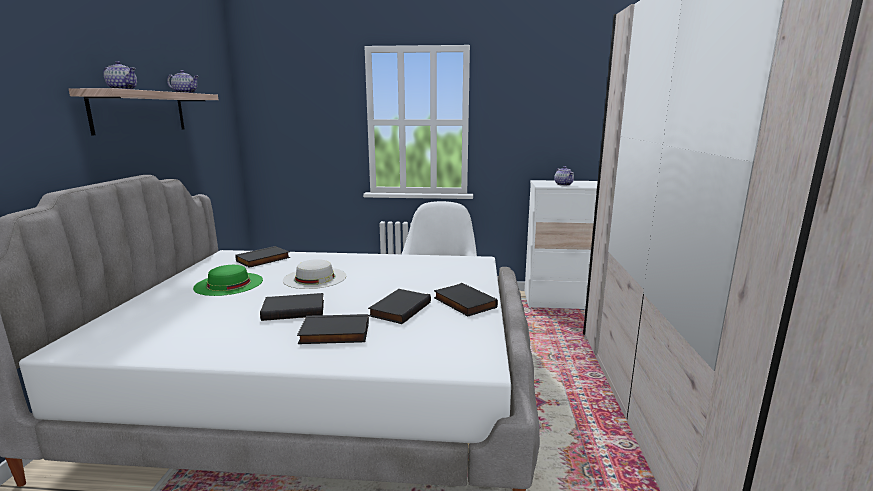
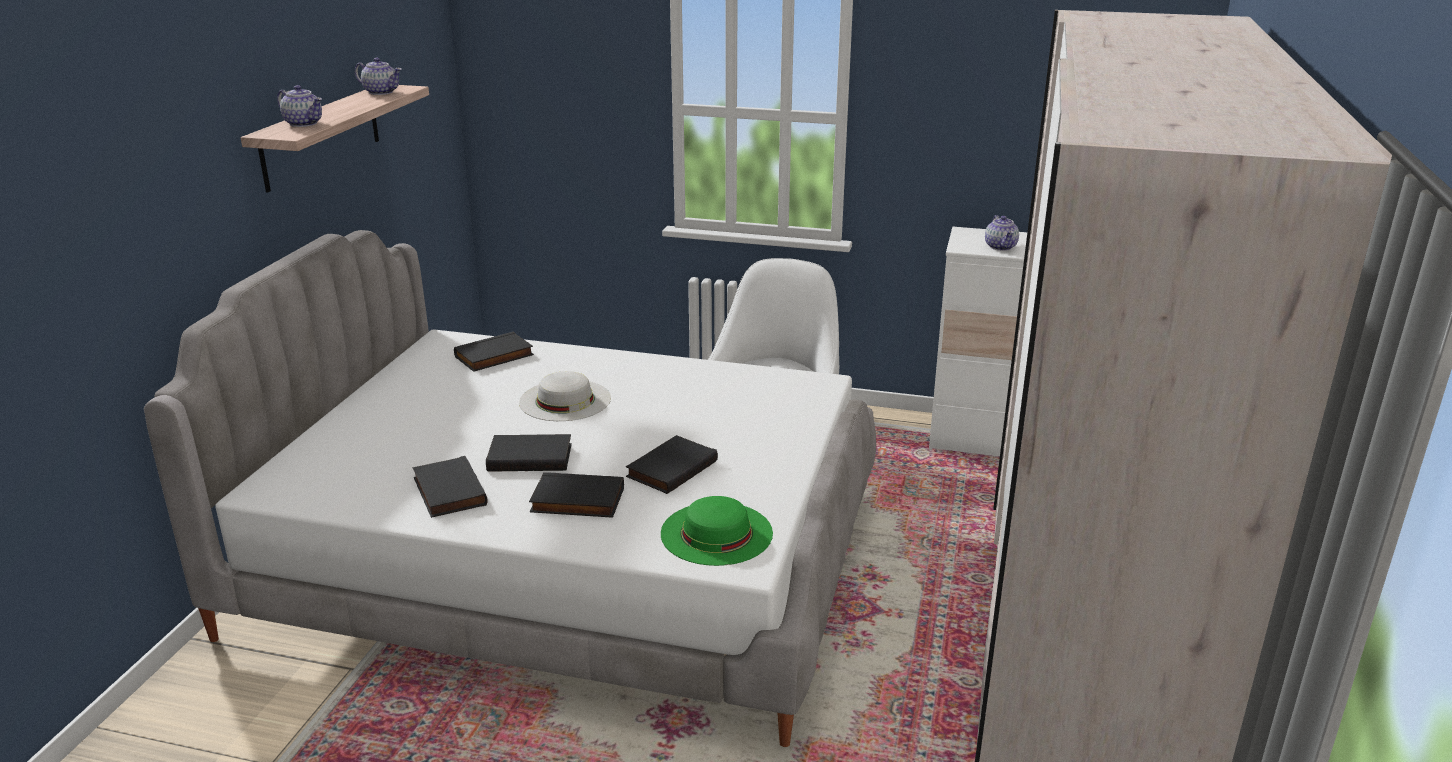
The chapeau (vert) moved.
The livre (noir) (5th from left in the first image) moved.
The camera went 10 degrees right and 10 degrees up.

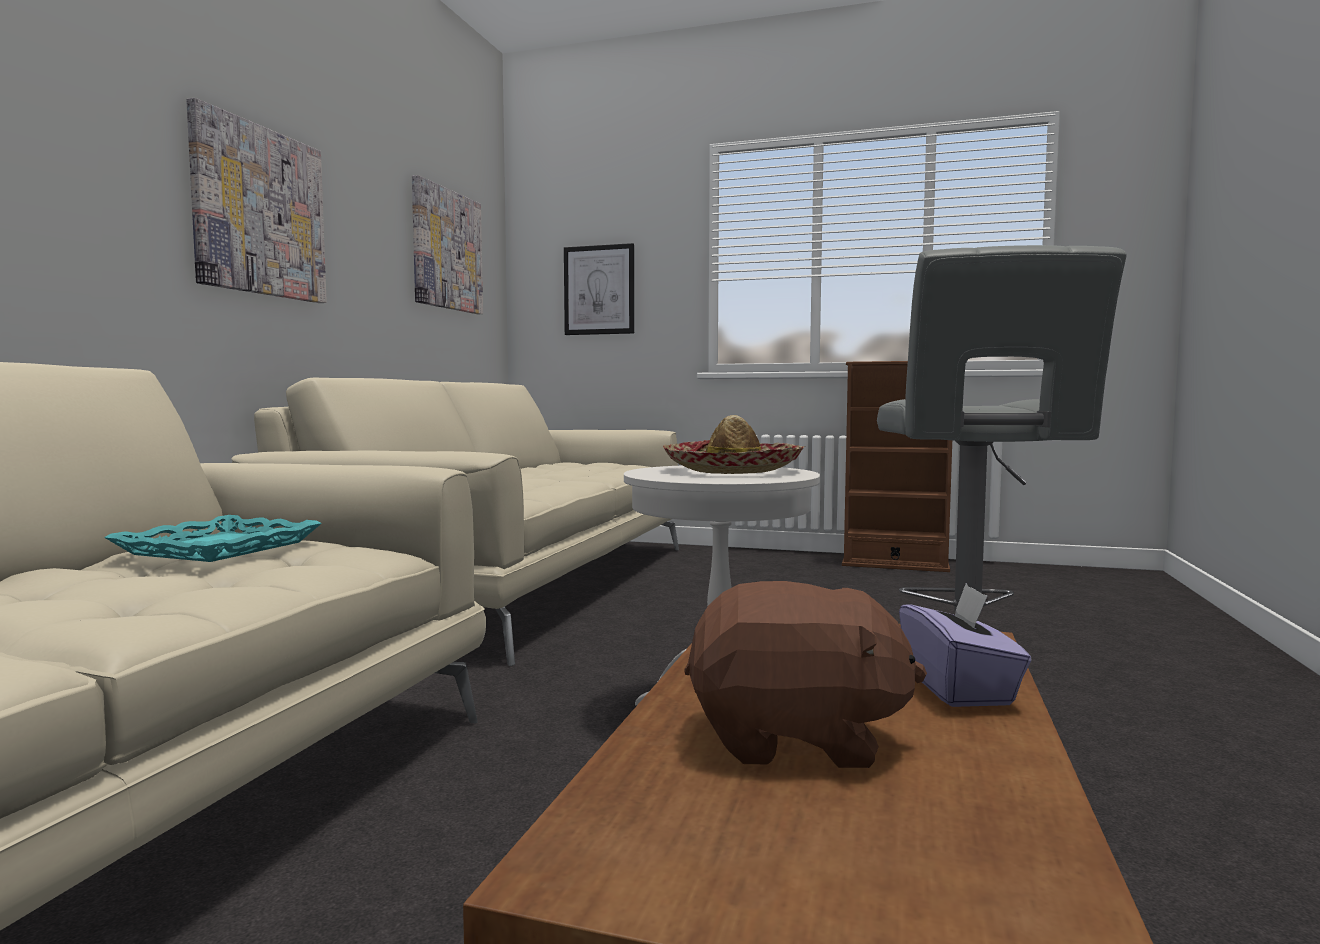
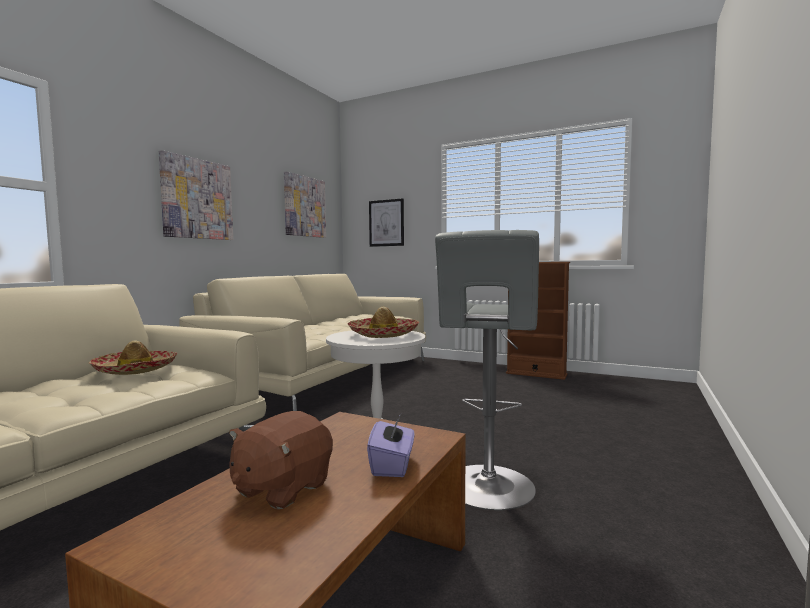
The plateau (turquoise) was replaced by the chapeau (1st from left).
The peluche (marron) turned 105 degrees clockwise.
The camera went 10 degrees right and 0 degrees up.

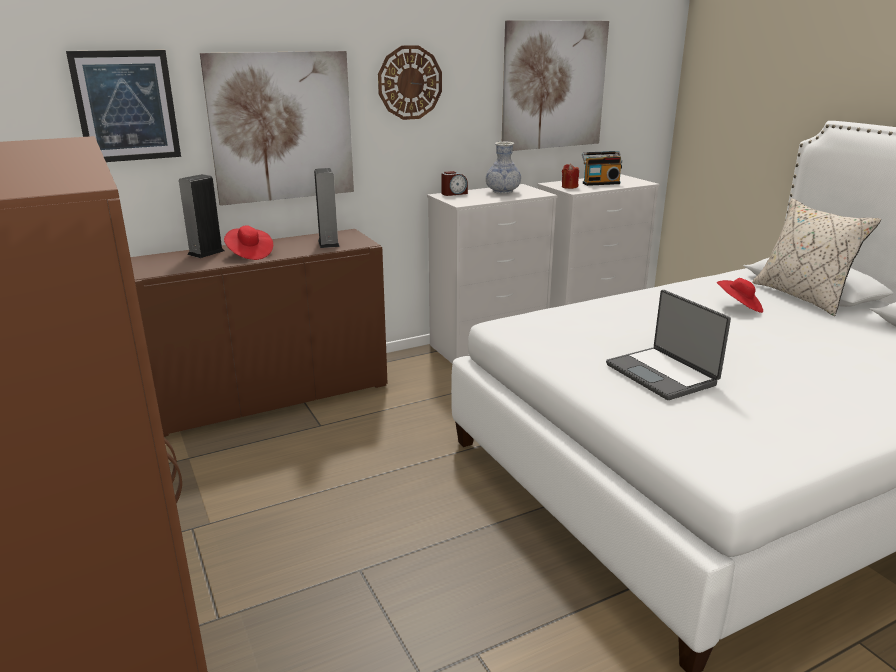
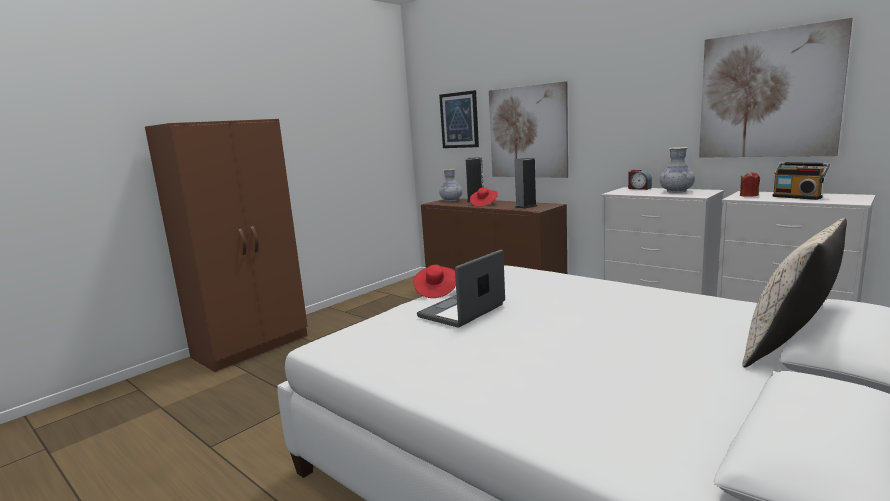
The horloge murale disappeared.
The vase (1st from left) appeared.
The chapeau (rouge) (2nd from left in the first image) moved.
The camera went 70 degrees right and 10 degrees down.

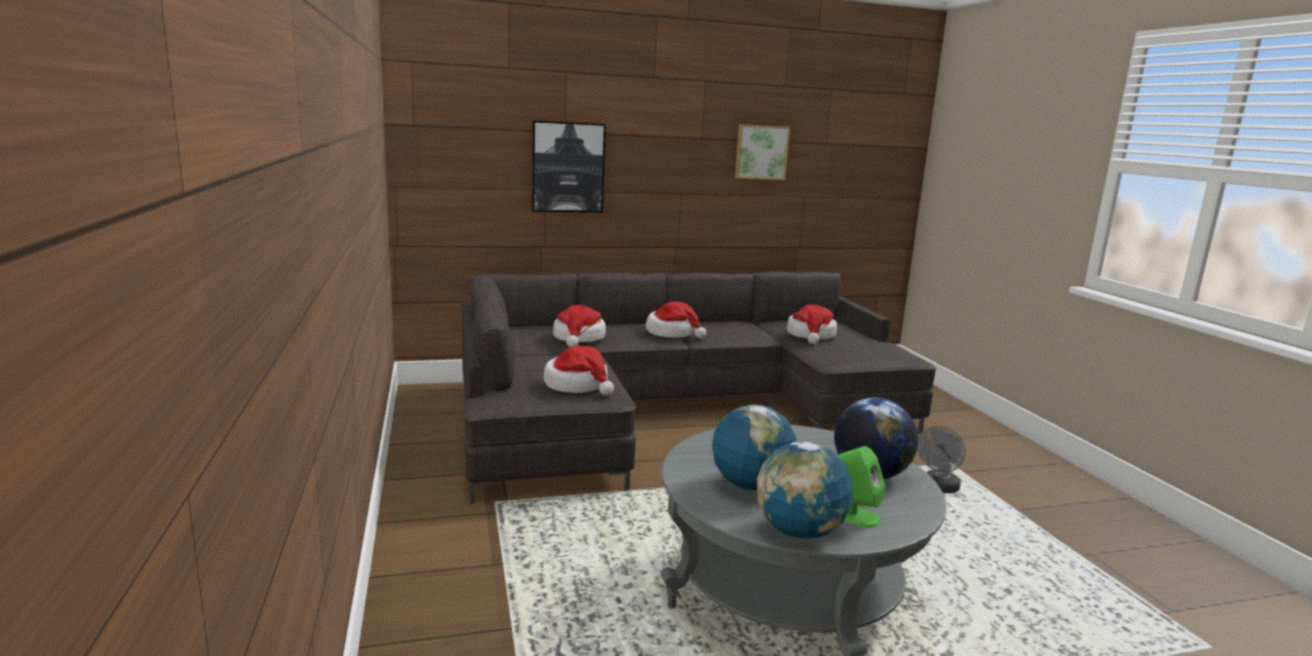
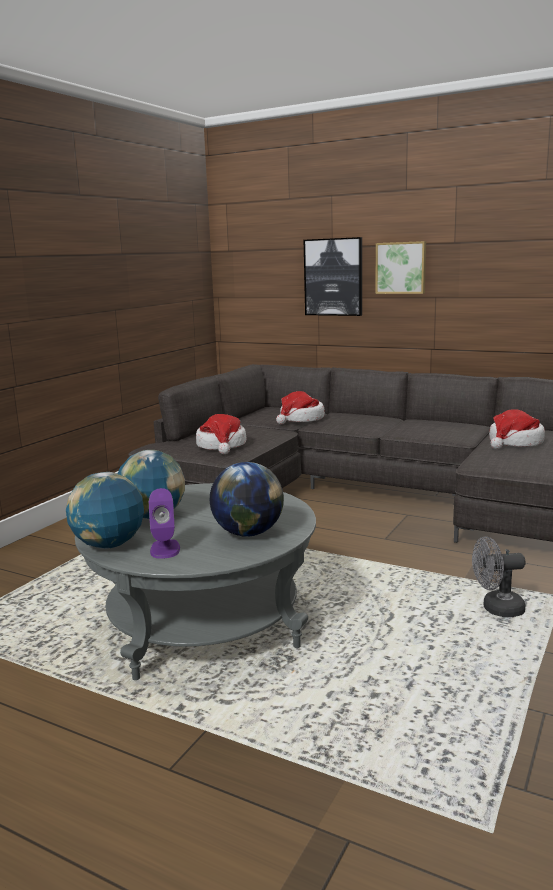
The chapeau (3rd from left) disappeared.
The tableau (2nd from left) moved.
The enceinte (vert) became the enceinte (violet).
The camera went 45 degrees right and 0 degrees up.

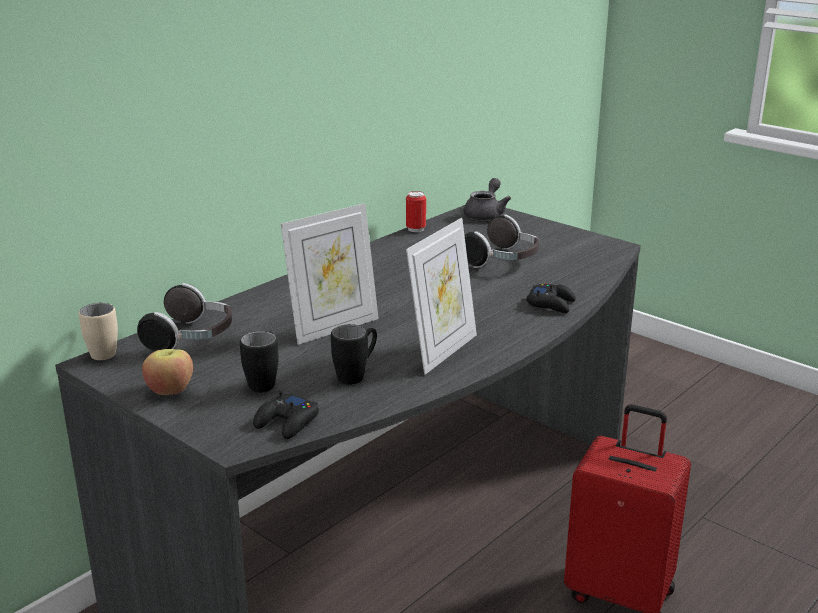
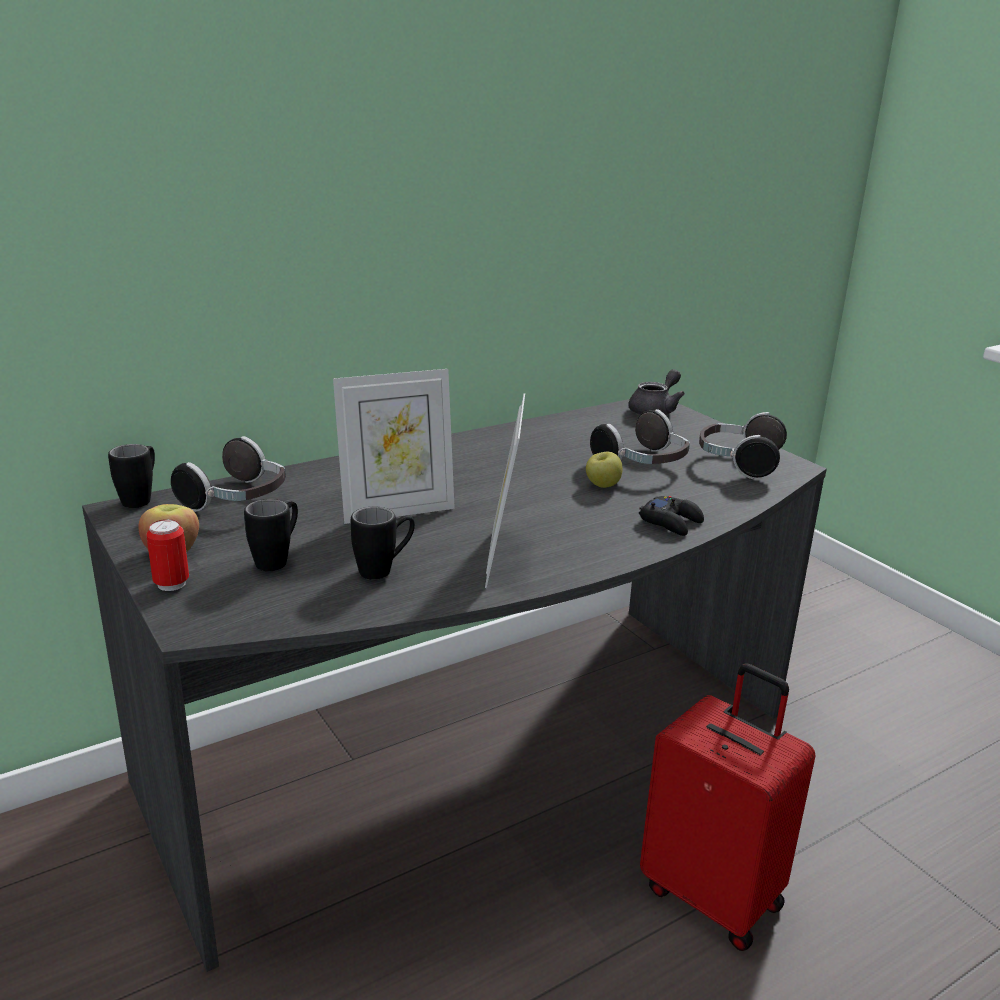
The manette (noir) (1st from left) disappeared.
The pomme (2nd from left) appeared.
The casque audio (3rd from left) appeared.
The boîte métallique moved.
The mug (beige) became the mug (noir) (1st from left).
The cadre photo (2nd from left) turned 135 degrees clockwise.
The camera went 15 degrees right and 0 degrees up.

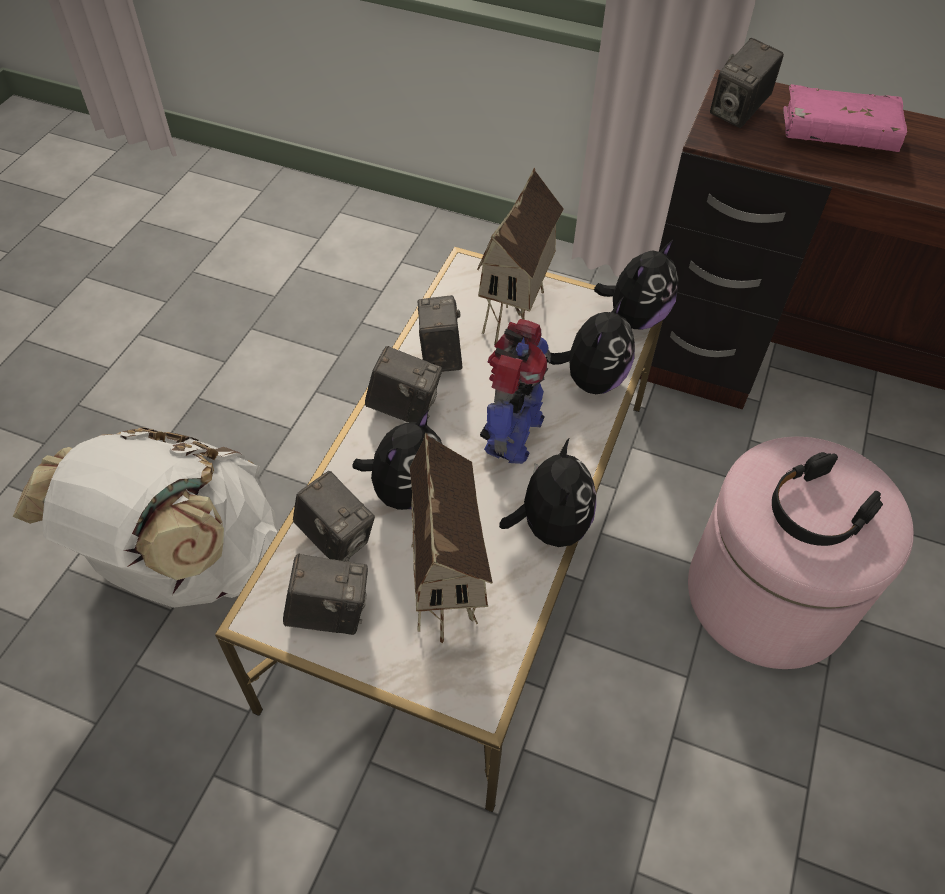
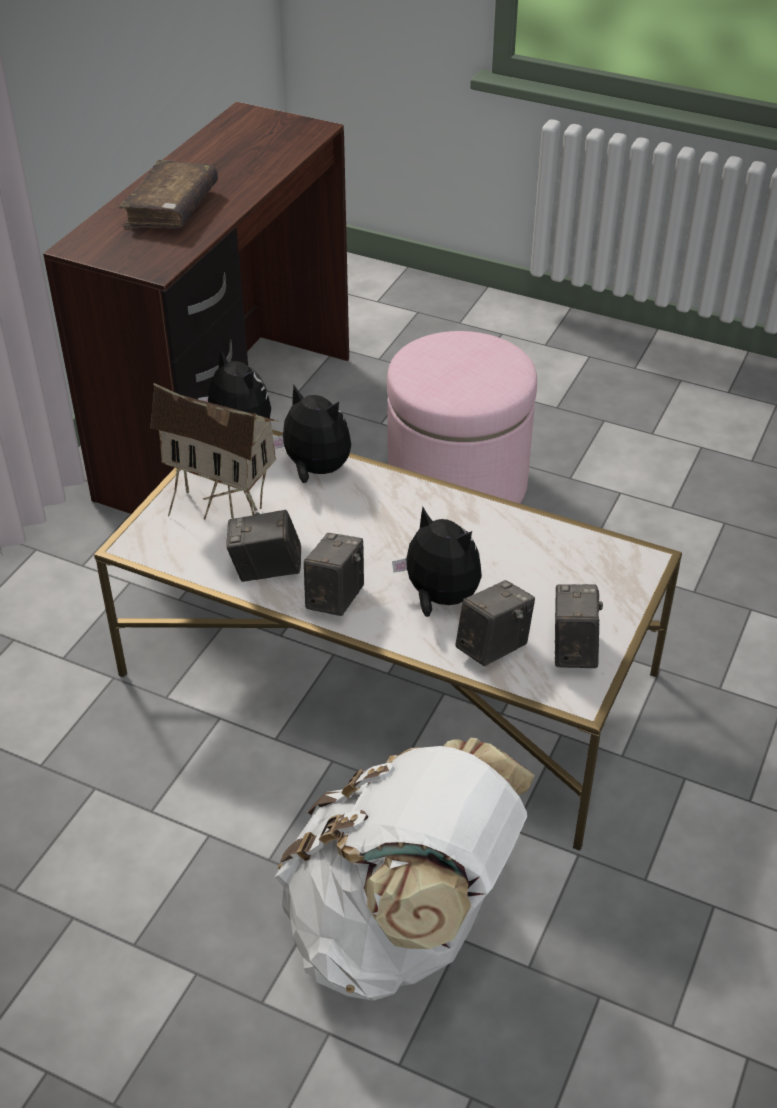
The maison miniature (1st from left) disappeared.
The robot jouet disappeared.
The peluche (2nd from left) disappeared.
The appareil photo (5th from left) disappeared.
The casque audio (noir) disappeared.
The livre (rose) became the livre (marron).
The camera went 85 degrees left and 10 degrees down.

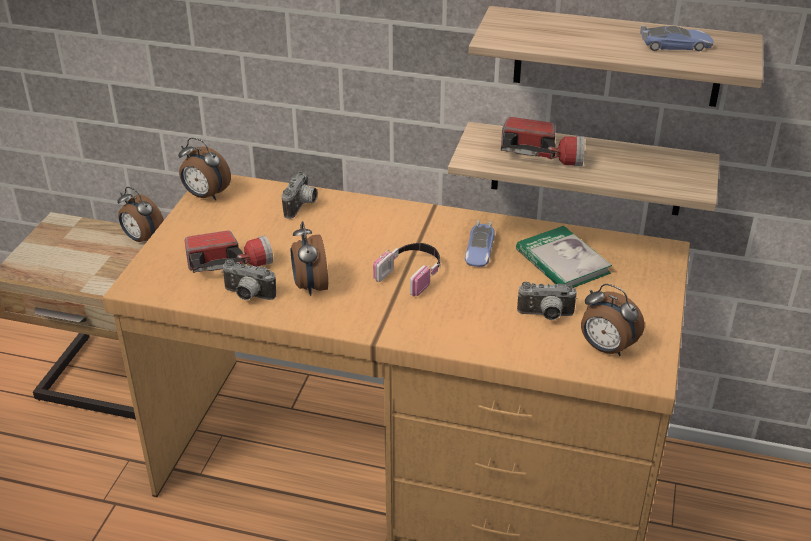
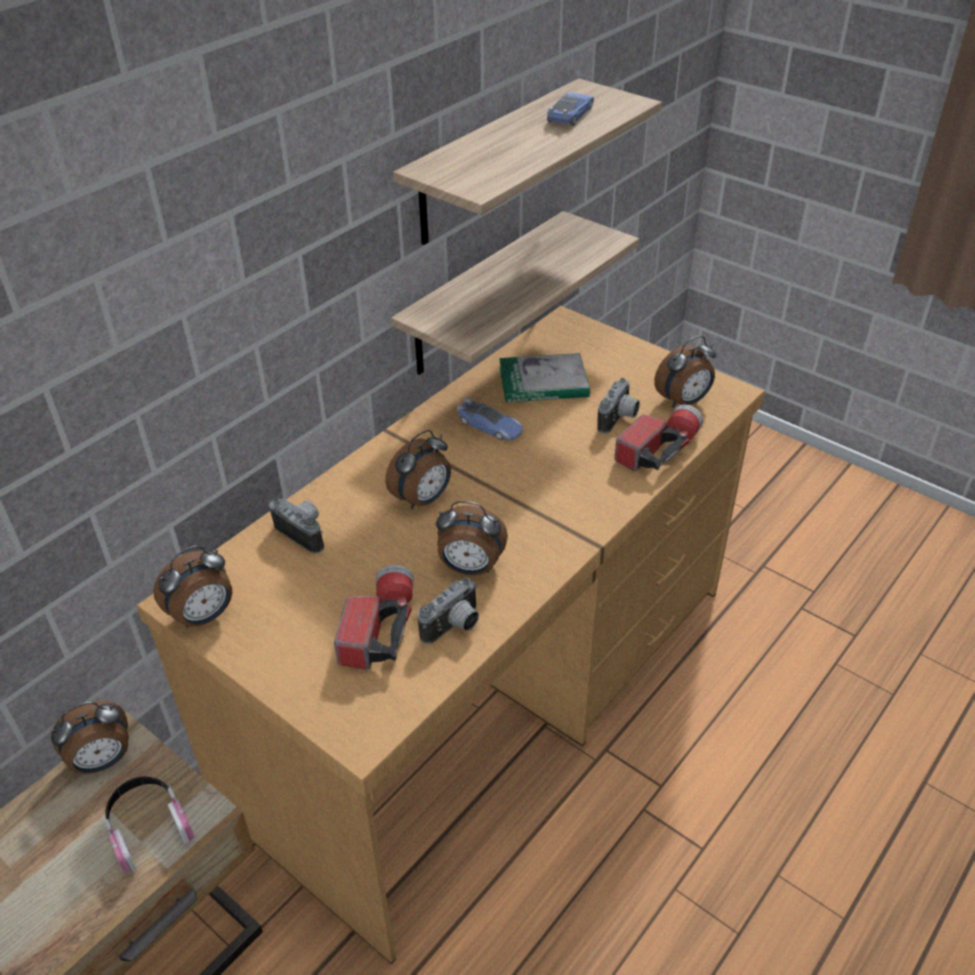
The réveil (3rd from left) appeared.
The casque audio moved.
The lampe de poche (2nd from left) moved.
The camera went 65 degrees left and 5 degrees up.

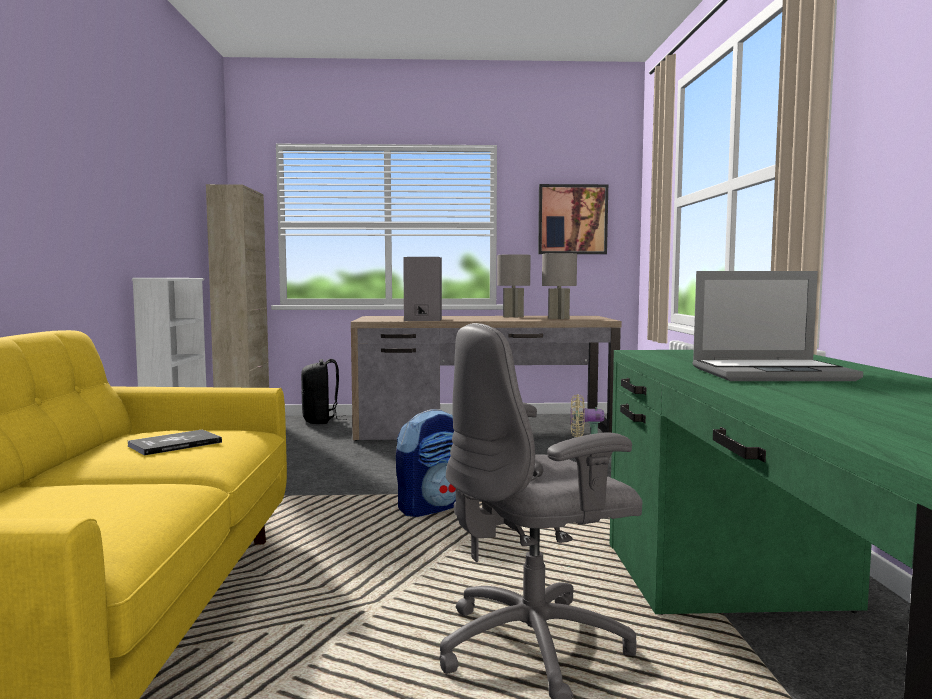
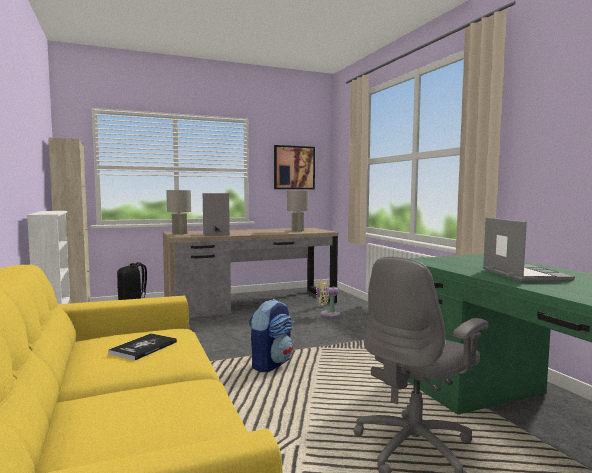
The lampe de table (gris) (1st from left) moved.
The ordinateur portable turned 75 degrees counterclockwise.
The camera went 20 degrees left and 0 degrees up.

